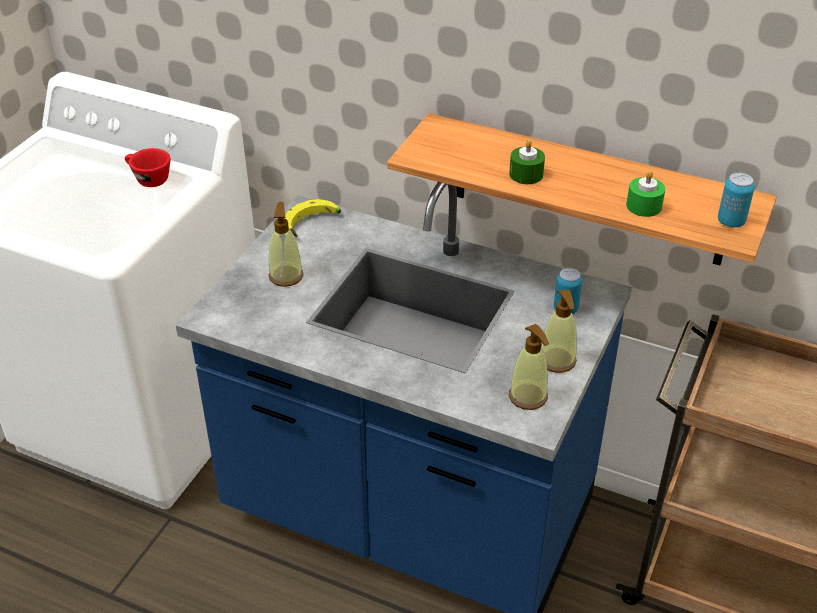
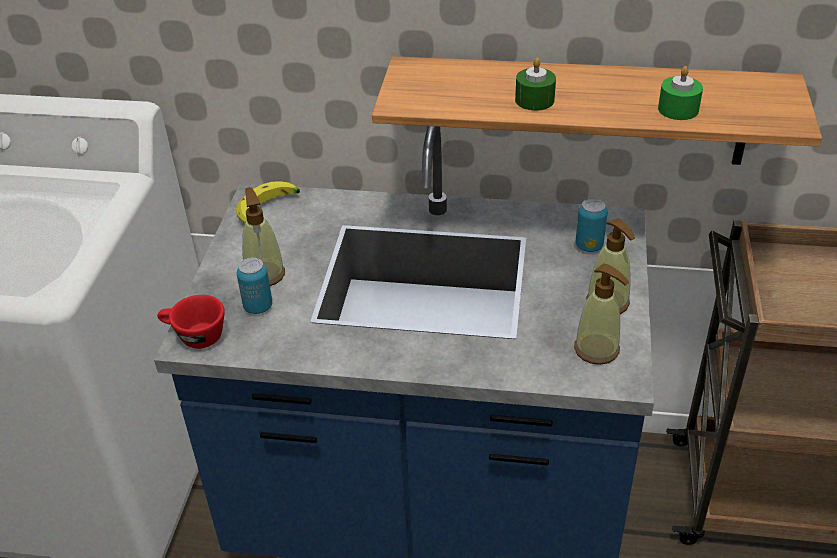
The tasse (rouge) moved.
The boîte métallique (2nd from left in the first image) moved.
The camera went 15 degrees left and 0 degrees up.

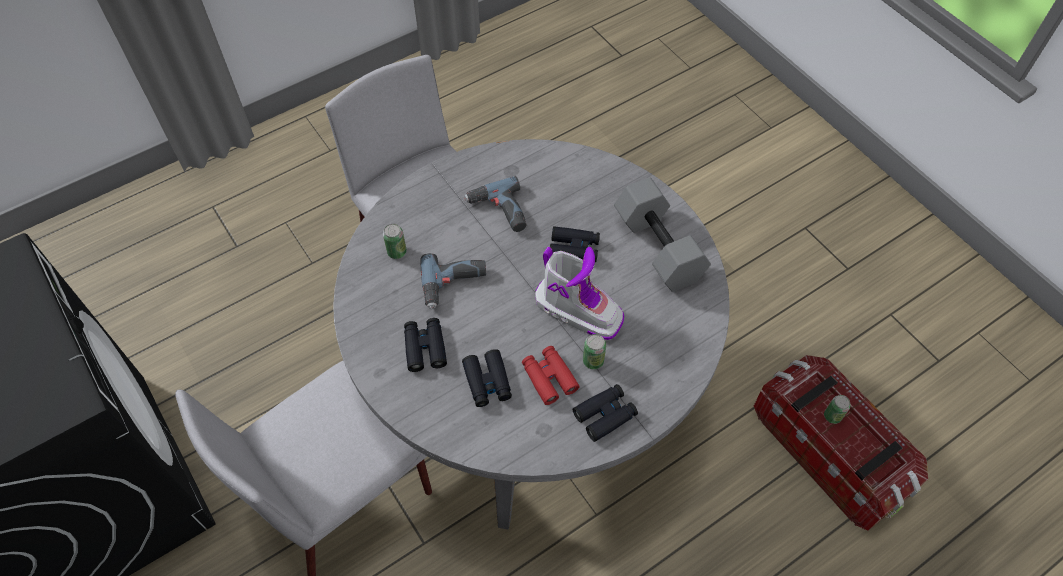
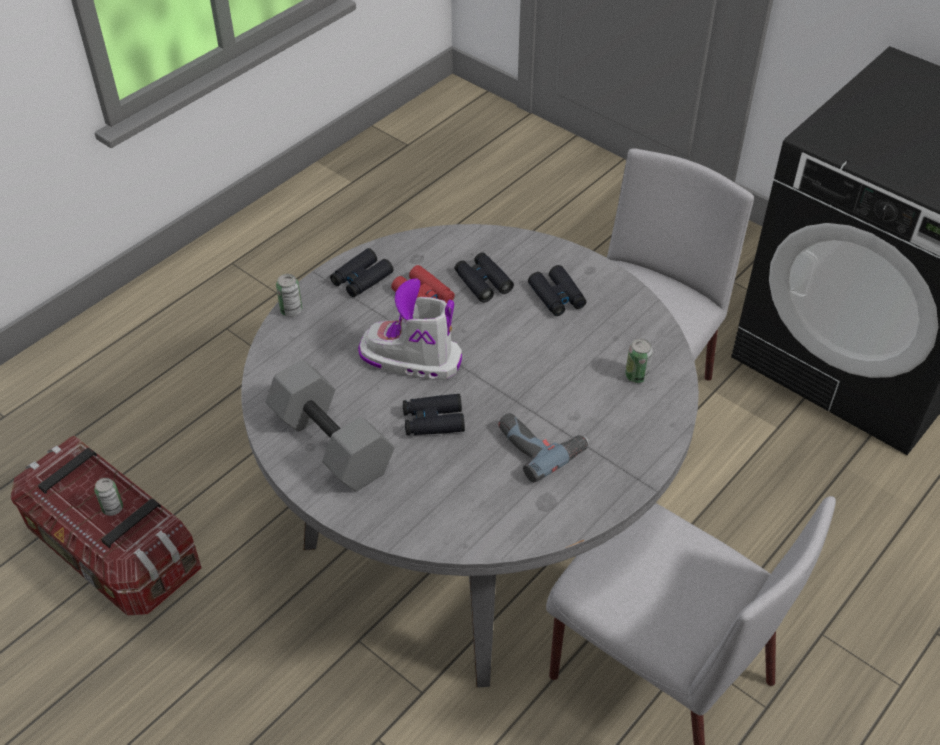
The perceuse (1st from left) disappeared.
The boîte métallique (2nd from left) moved.
The camera went 165 degrees right and 10 degrees down.

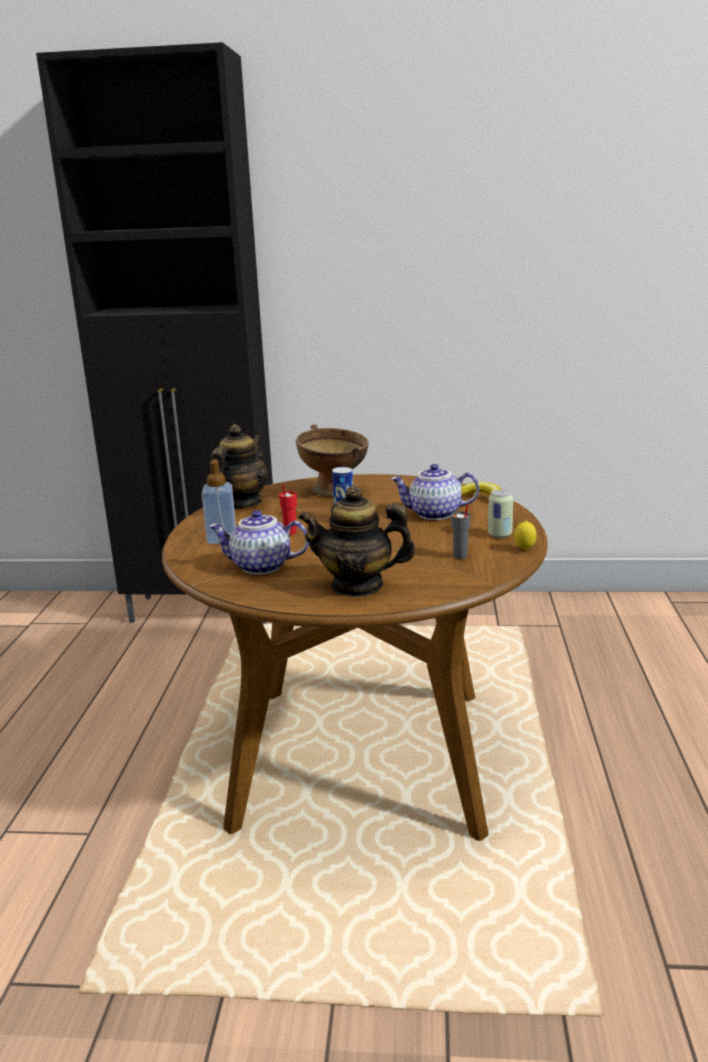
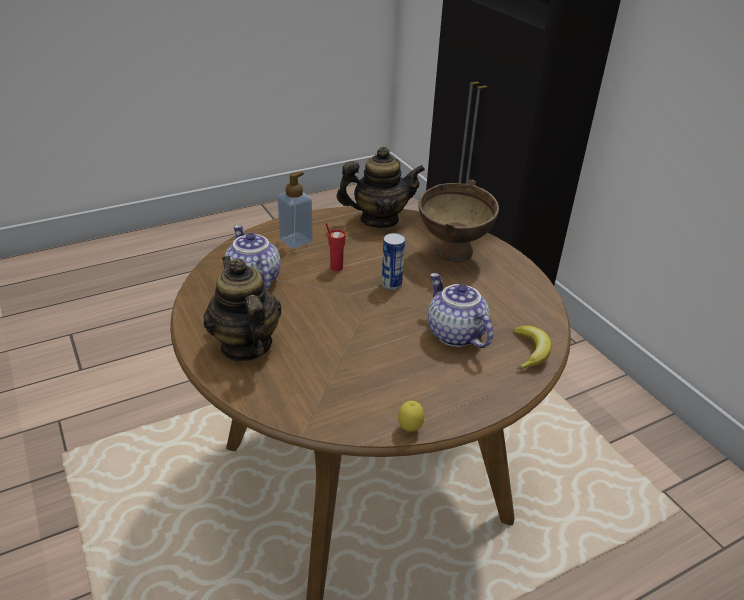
The tasse (gris) disappeared.
The boîte métallique (2nd from left) disappeared.
The camera went 55 degrees right and 15 degrees up.

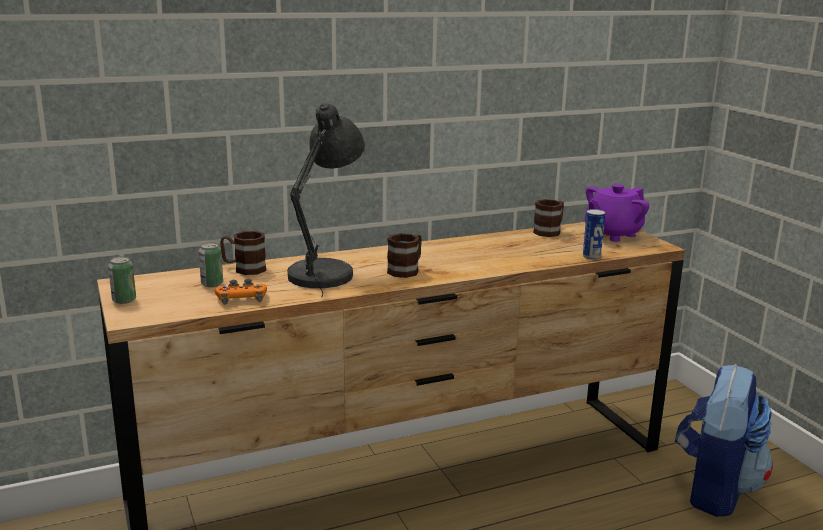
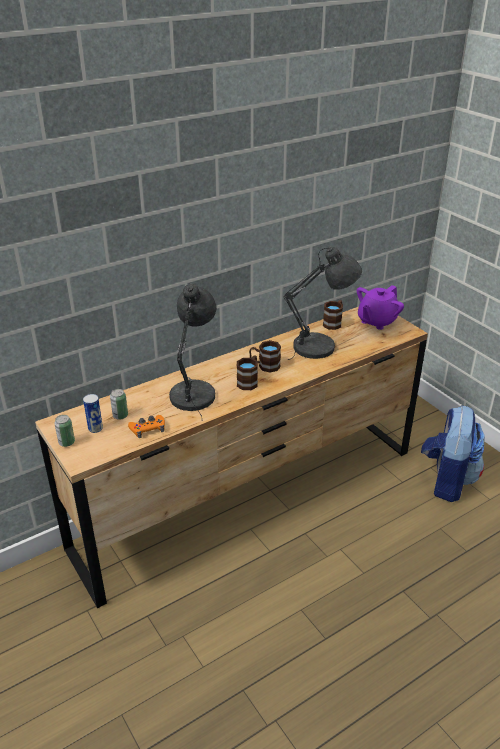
The lampe de table (gris) (2nd from left) appeared.
The mug (marron) (1st from left in the first image) moved.
The boîte métallique (3rd from left in the first image) moved.
The camera went 10 degrees left and 15 degrees up.

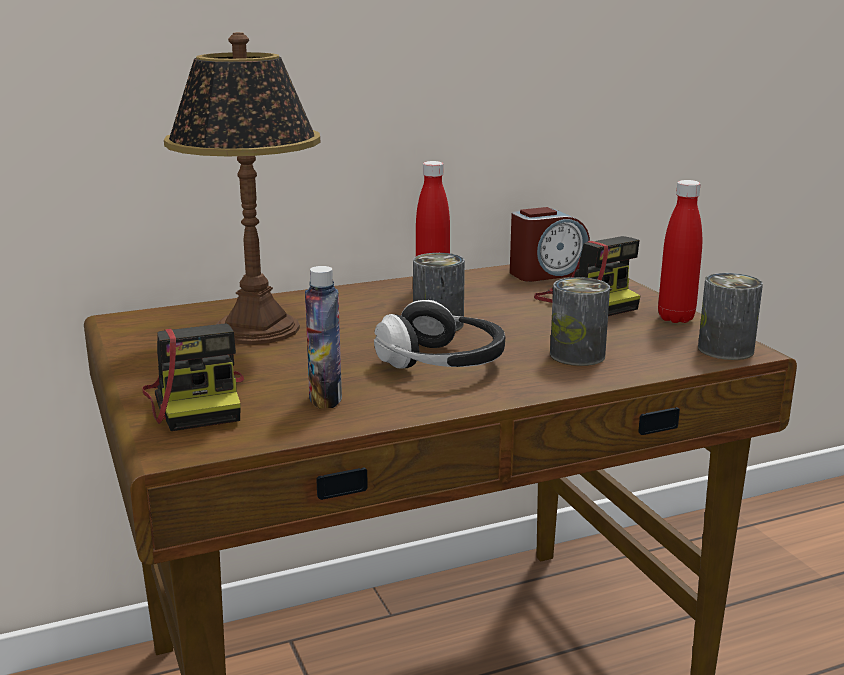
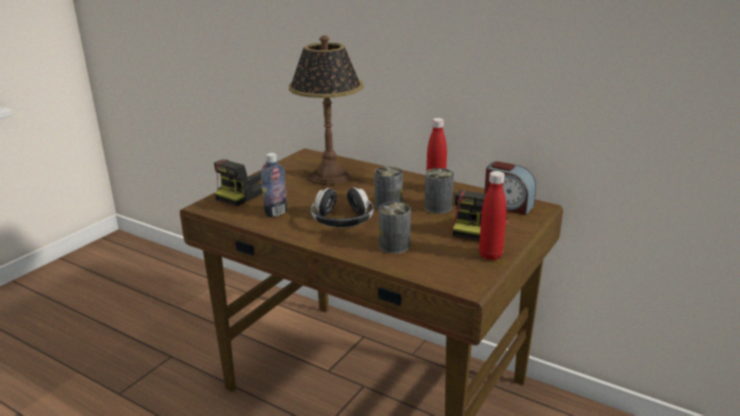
The boîte métallique (3rd from left) moved.
The camera went 55 degrees right and 5 degrees up.

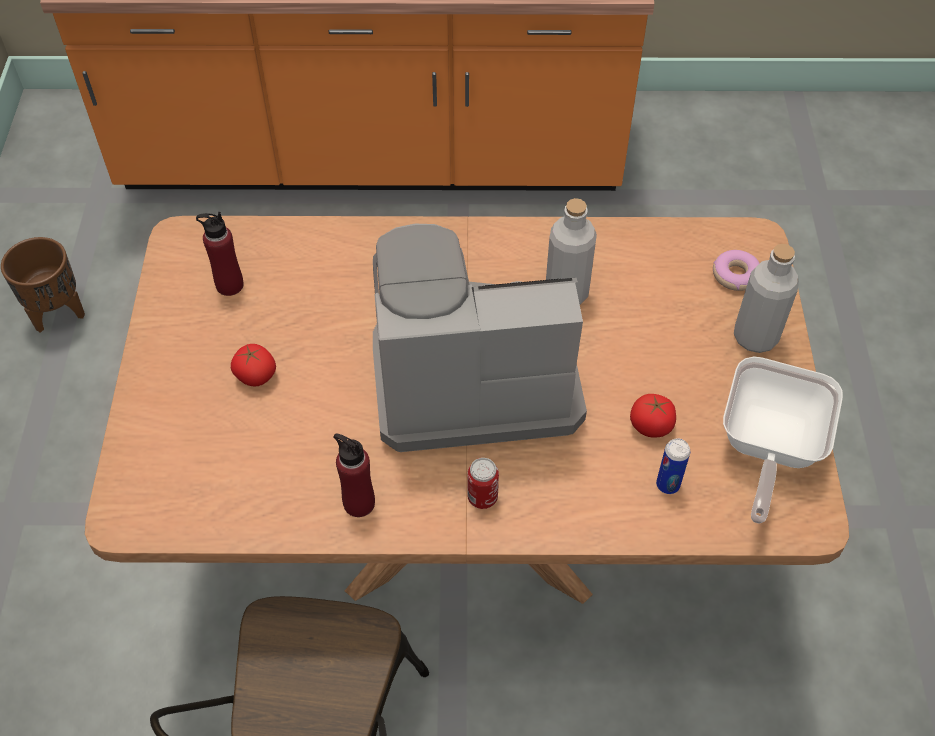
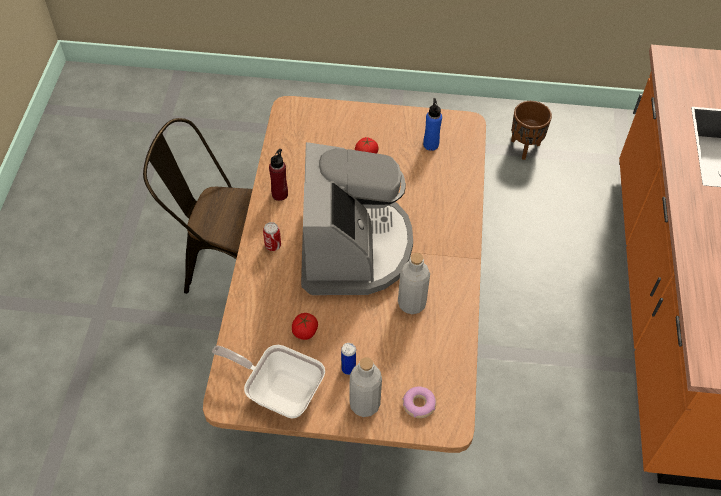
The boîte métallique (2nd from left) moved.
The bouteille (rouge) (1st from left) became the bouteille (bleu).
The camera went 95 degrees right and 0 degrees up.

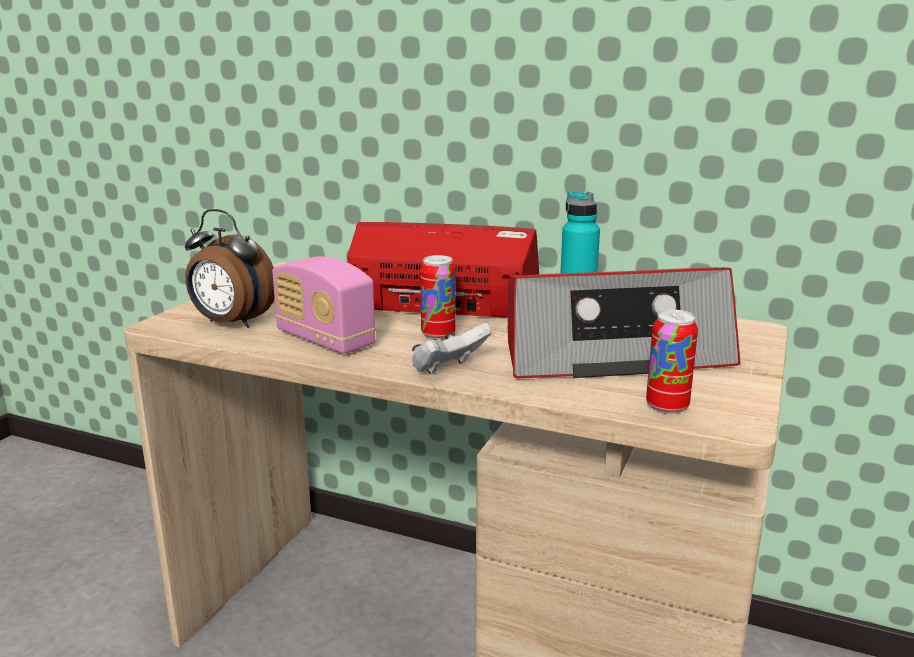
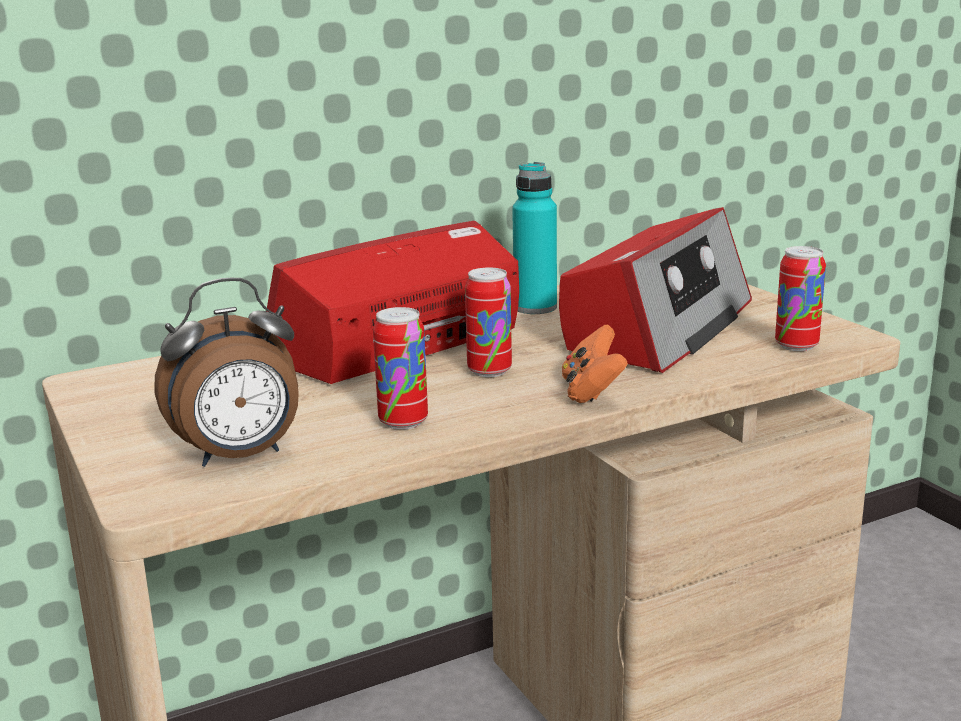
The radio (1st from left) was replaced by the boîte métallique (1st from left).
The manette (blanc) became the manette (orange).
The camera went 50 degrees left and 0 degrees up.

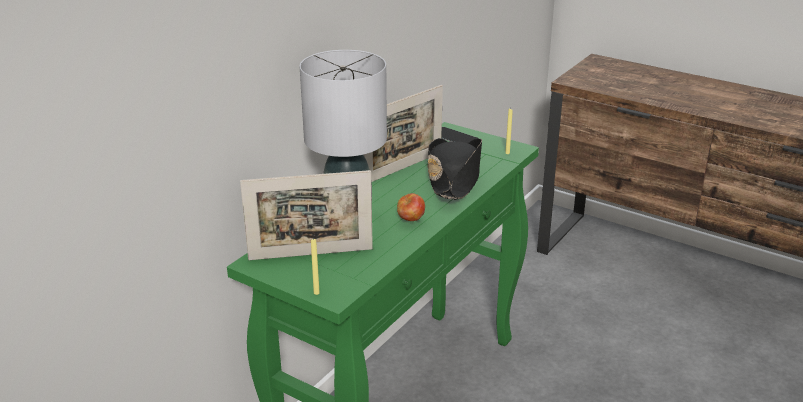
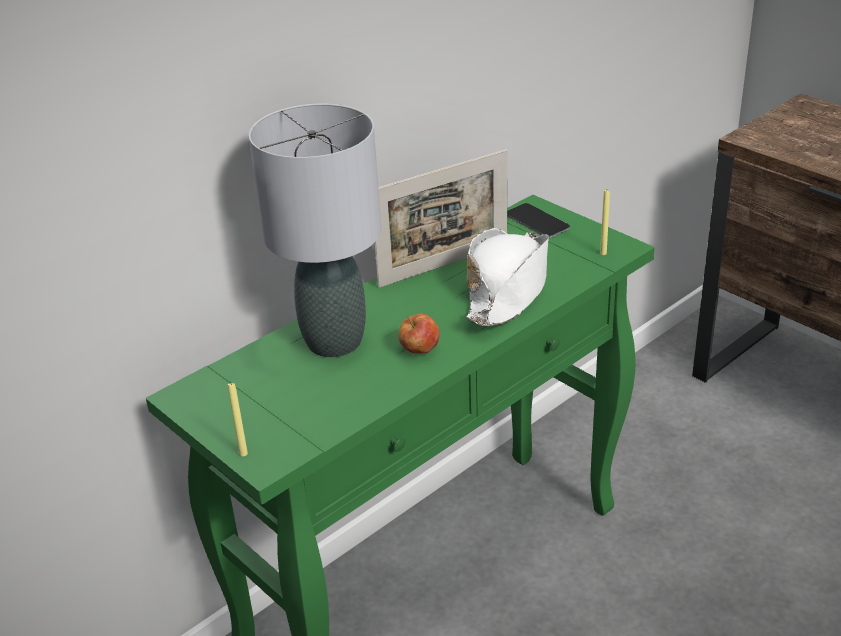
The cadre photo (1st from left) disappeared.
The chapeau (noir) became the chapeau (blanc).
The camera went 15 degrees right and 5 degrees up.

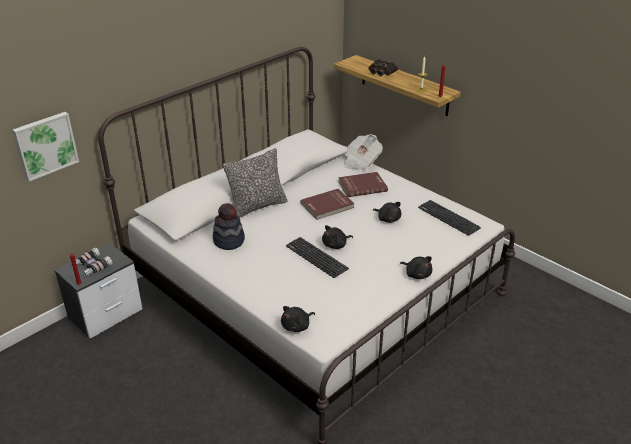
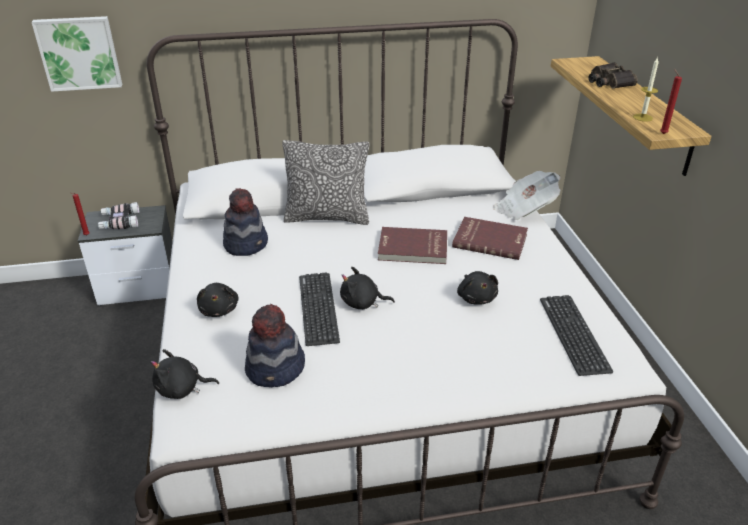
The chapeau (2nd from left) appeared.
The peluche (noir) (4th from left in the first image) moved.
The camera went 35 degrees right and 0 degrees up.

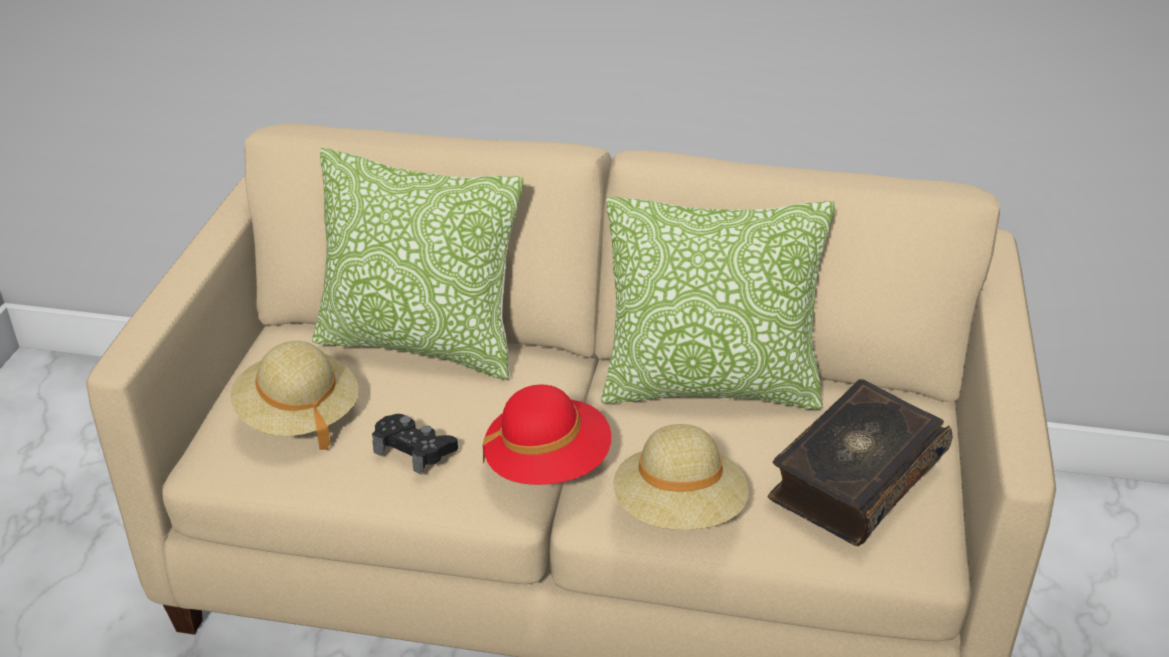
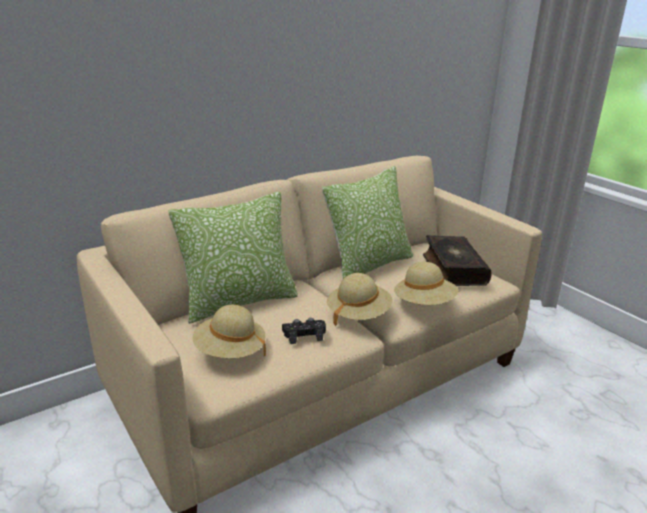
The chapeau (rouge) became the chapeau (beige) (2nd from left).
The camera went 45 degrees left and 10 degrees down.

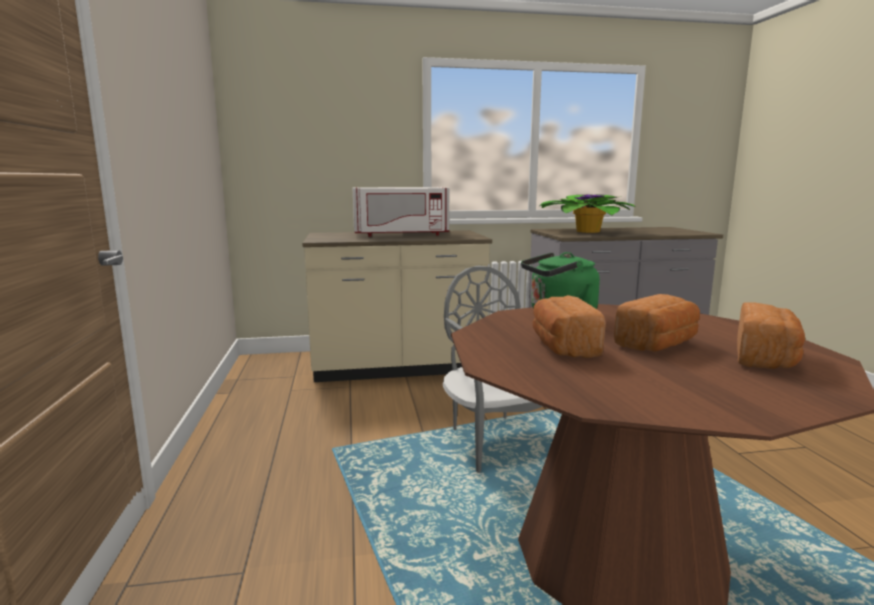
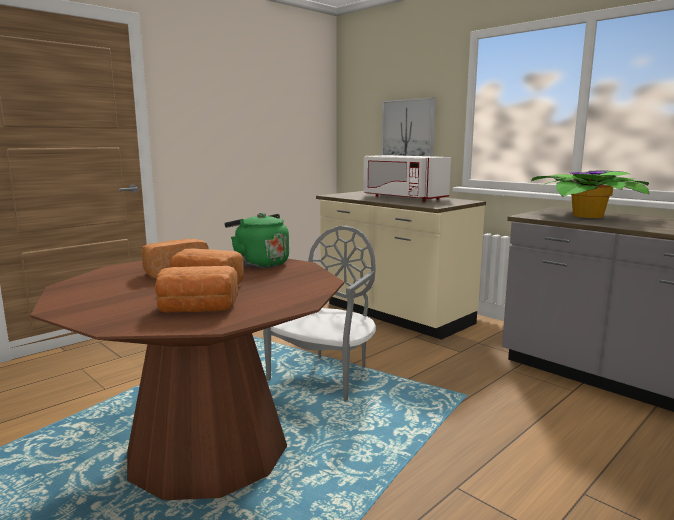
The tableau appeared.
The camera went 55 degrees right and 0 degrees up.

